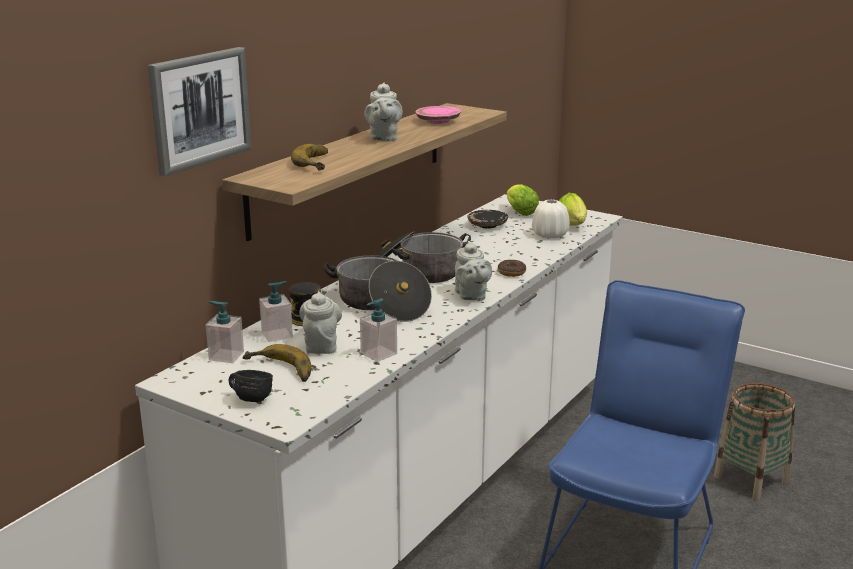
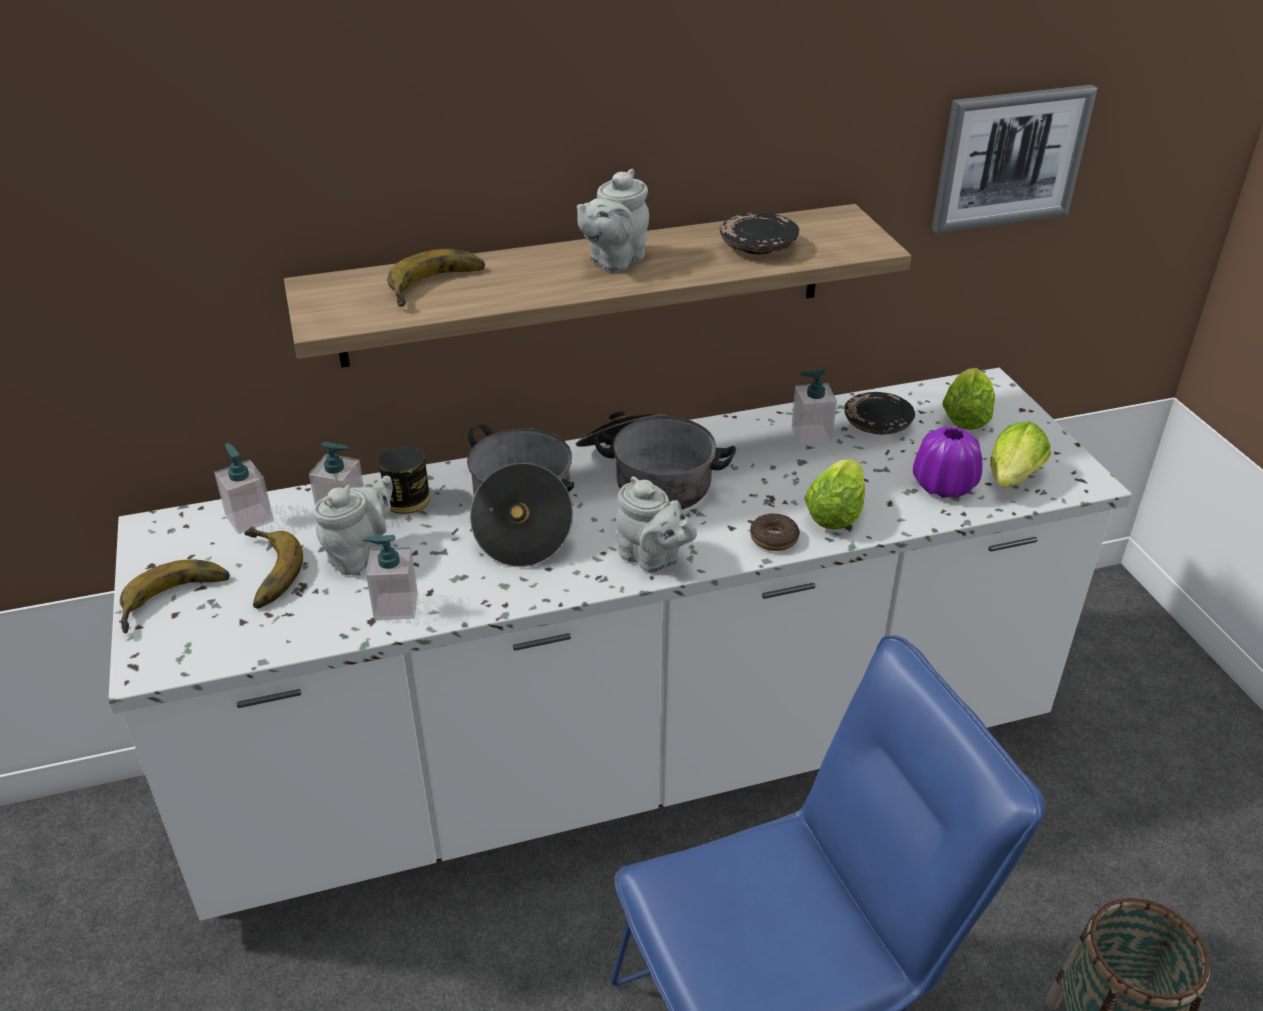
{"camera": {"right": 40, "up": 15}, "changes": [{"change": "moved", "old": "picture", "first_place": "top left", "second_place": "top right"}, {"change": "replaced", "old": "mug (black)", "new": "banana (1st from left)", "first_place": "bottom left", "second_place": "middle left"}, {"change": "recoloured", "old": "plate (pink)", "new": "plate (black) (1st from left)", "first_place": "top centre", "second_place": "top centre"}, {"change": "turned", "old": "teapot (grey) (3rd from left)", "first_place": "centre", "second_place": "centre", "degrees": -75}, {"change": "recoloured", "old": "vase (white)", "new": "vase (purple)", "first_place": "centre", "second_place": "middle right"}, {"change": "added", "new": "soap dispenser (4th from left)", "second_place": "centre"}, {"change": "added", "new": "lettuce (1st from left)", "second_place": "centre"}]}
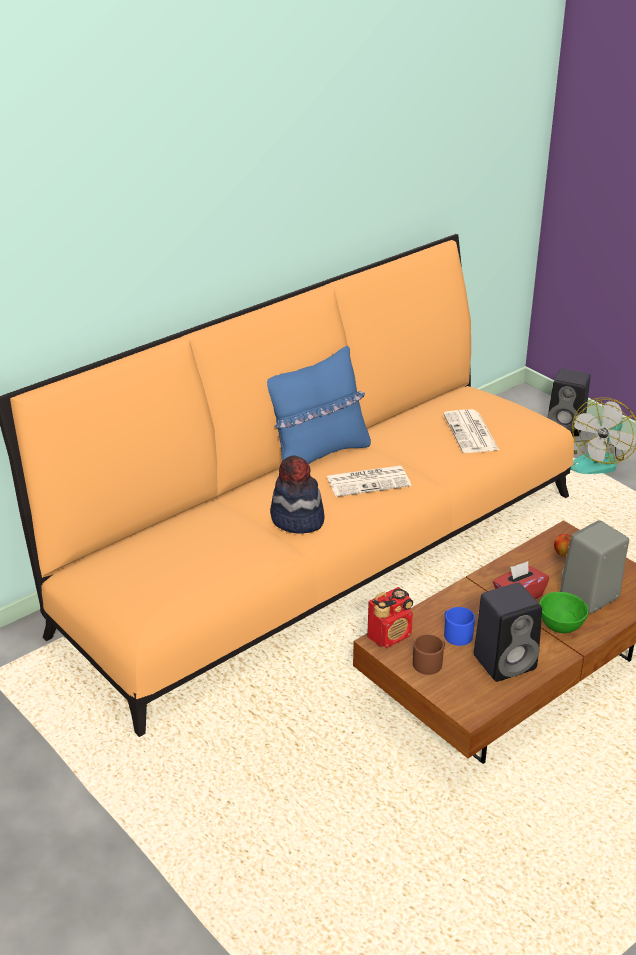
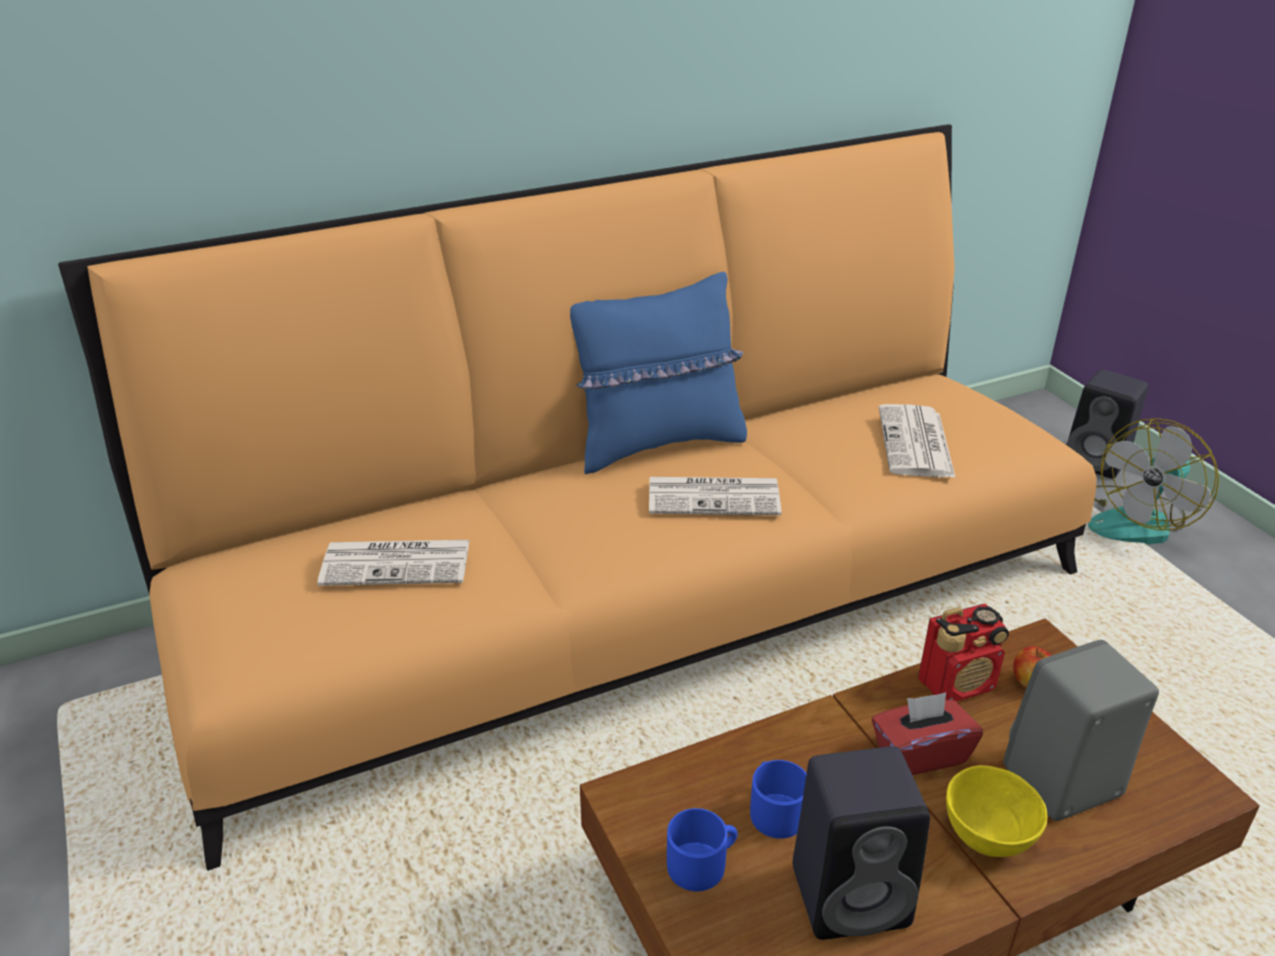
{"camera": {"right": 15, "up": 0}, "changes": [{"change": "removed", "old": "hat", "first_place": "centre"}, {"change": "moved", "old": "radio", "first_place": "centre", "second_place": "bottom right"}, {"change": "recoloured", "old": "mug (brown)", "new": "mug (blue) (1st from left)", "first_place": "bottom right", "second_place": "bottom centre"}, {"change": "recoloured", "old": "bowl (green)", "new": "bowl (yellow)", "first_place": "middle right", "second_place": "bottom right"}, {"change": "added", "new": "newspaper (1st from left)", "second_place": "middle left"}]}
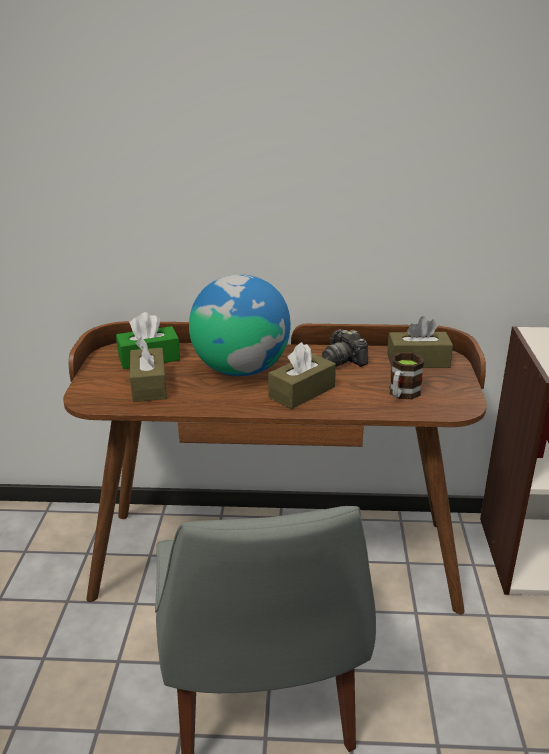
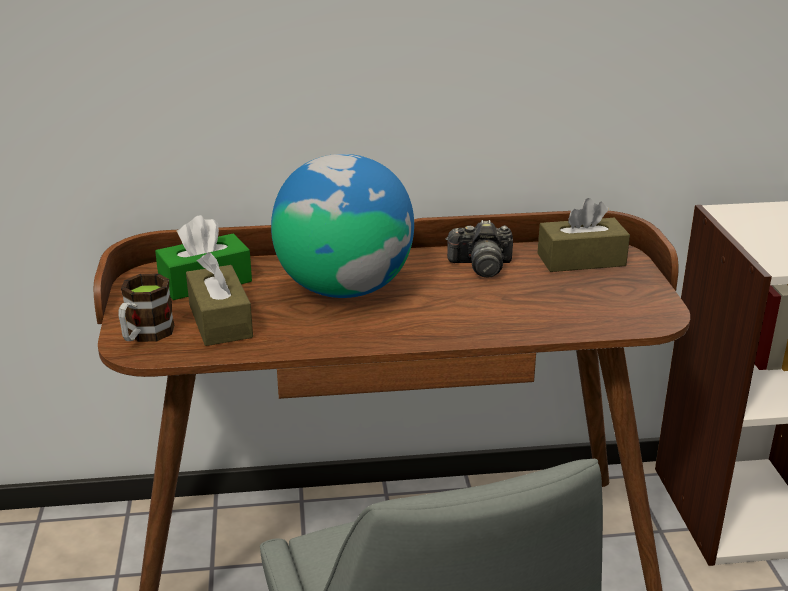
{"camera": {"right": -10, "up": 0}, "changes": [{"change": "removed", "old": "tissue box (brown) (2nd from left)", "first_place": "centre"}, {"change": "turned", "old": "photo camera", "first_place": "centre", "second_place": "centre", "degrees": -45}, {"change": "moved", "old": "mug", "first_place": "middle right", "second_place": "middle left"}]}
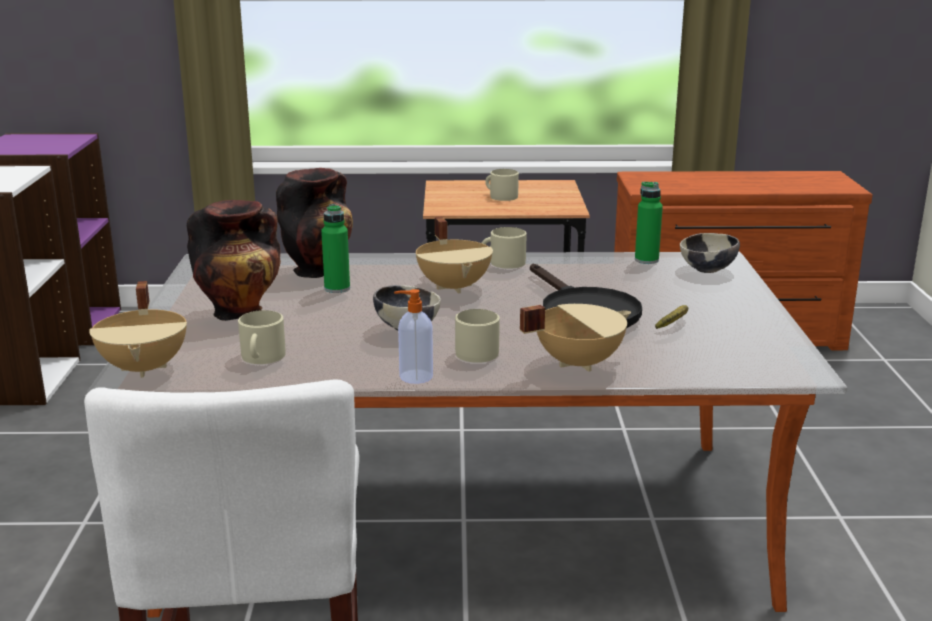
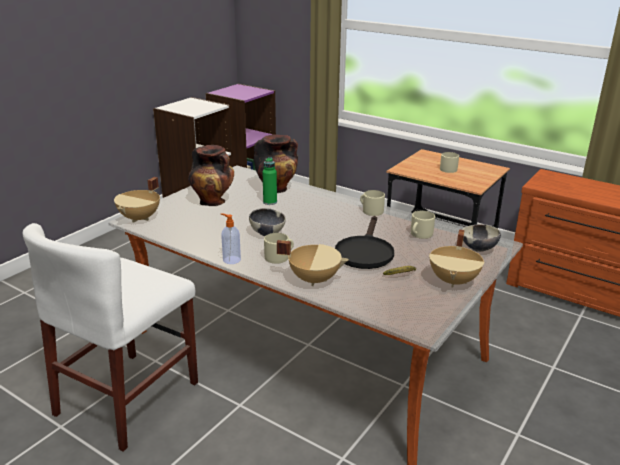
{"camera": {"right": 35, "up": 5}, "changes": [{"change": "moved", "old": "mug (beige) (1st from left in the first image)", "new": "mug (beige) (3rd from left)", "first_place": "middle left", "second_place": "middle right"}, {"change": "moved", "old": "cooking pot (beige) (2nd from left in the first image)", "new": "cooking pot (beige) (3rd from left)", "first_place": "centre", "second_place": "middle right"}, {"change": "removed", "old": "bottle (green) (2nd from left)", "first_place": "middle right"}]}
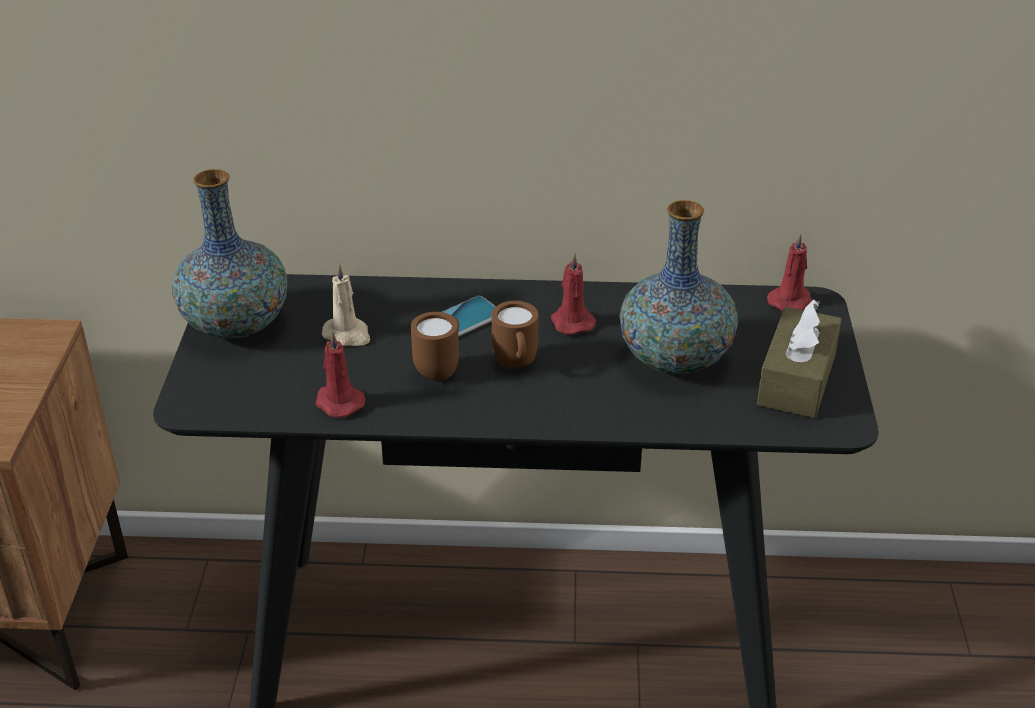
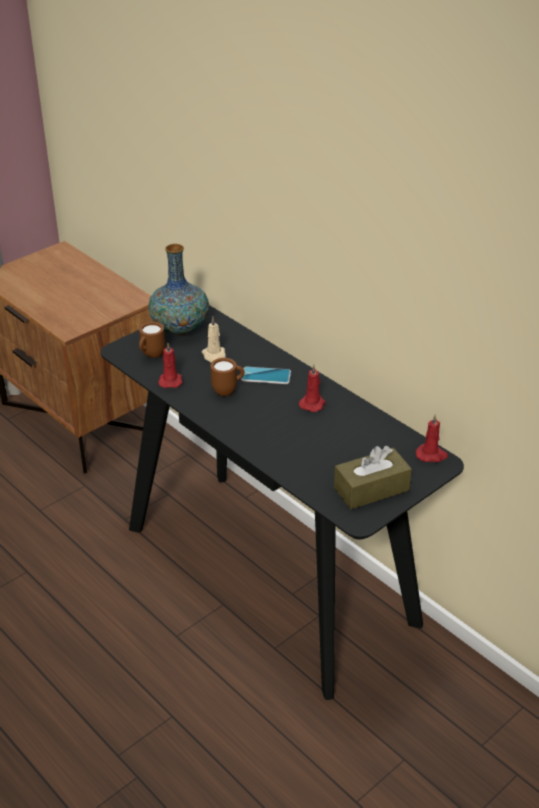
{"camera": {"right": 45, "up": 0}, "changes": [{"change": "moved", "old": "mug (brown) (2nd from left in the first image)", "new": "mug (brown) (1st from left)", "first_place": "centre", "second_place": "middle left"}, {"change": "removed", "old": "vase (2nd from left)", "first_place": "centre"}]}
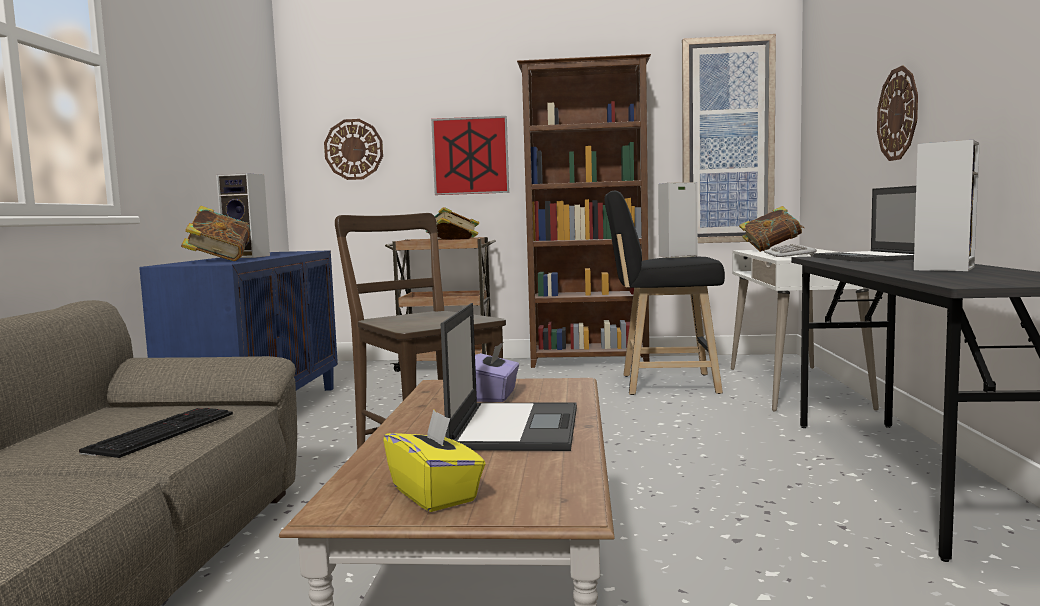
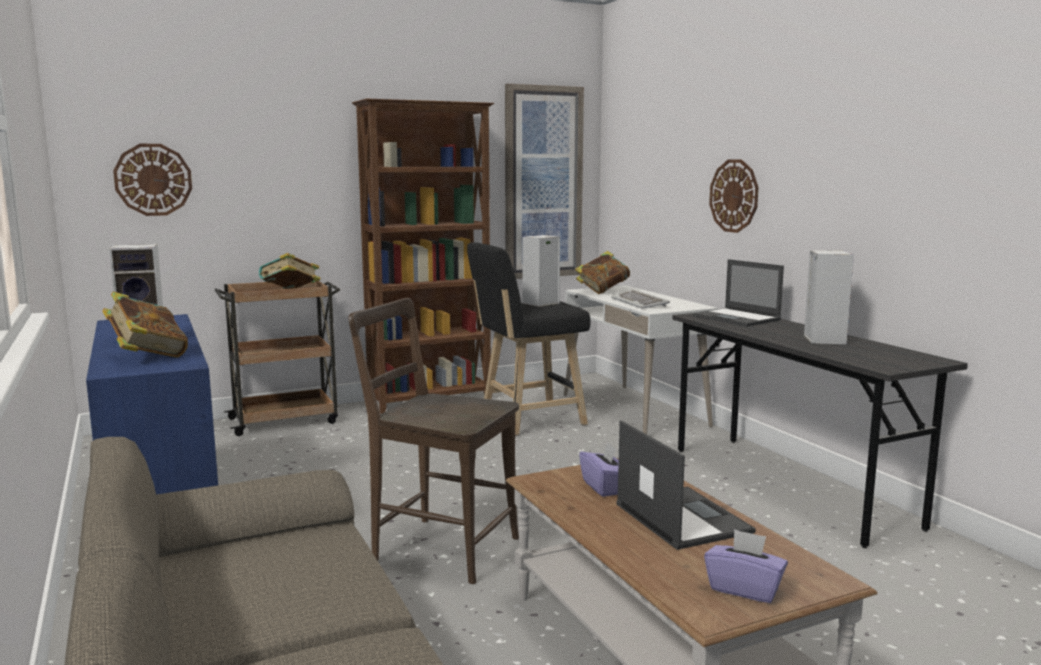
{"camera": {"right": -30, "up": 5}, "changes": [{"change": "removed", "old": "keyboard (1st from left)", "first_place": "bottom left"}, {"change": "recoloured", "old": "tissue box (yellow)", "new": "tissue box (purple) (2nd from left)", "first_place": "bottom centre", "second_place": "bottom right"}, {"change": "removed", "old": "picture (1st from left)", "first_place": "top centre"}]}
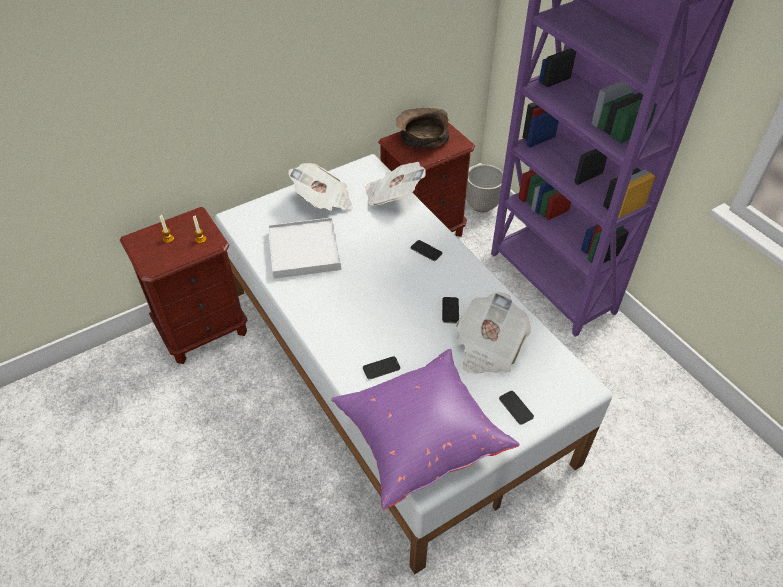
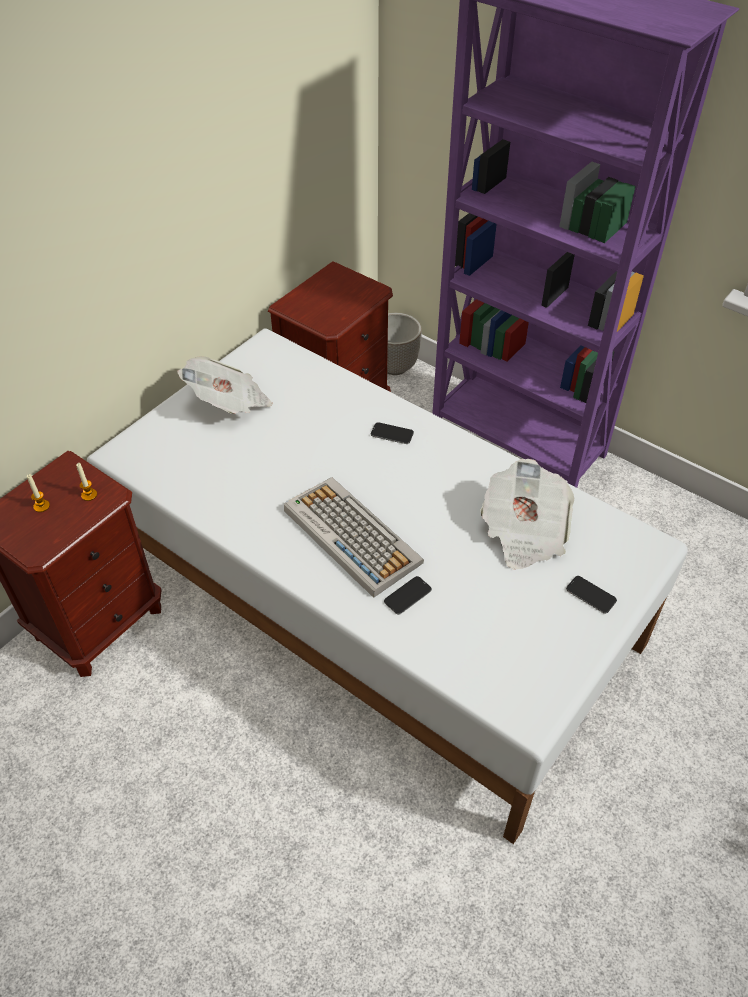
{"camera": {"right": -20, "up": 0}, "changes": [{"change": "removed", "old": "tray (white)", "first_place": "centre"}, {"change": "removed", "old": "pillow (purple)", "first_place": "bottom centre"}, {"change": "removed", "old": "newspaper (2nd from left)", "first_place": "top centre"}, {"change": "removed", "old": "bowl (brown)", "first_place": "top centre"}, {"change": "removed", "old": "phone (3rd from left)", "first_place": "centre"}, {"change": "added", "new": "keyboard", "second_place": "centre"}]}
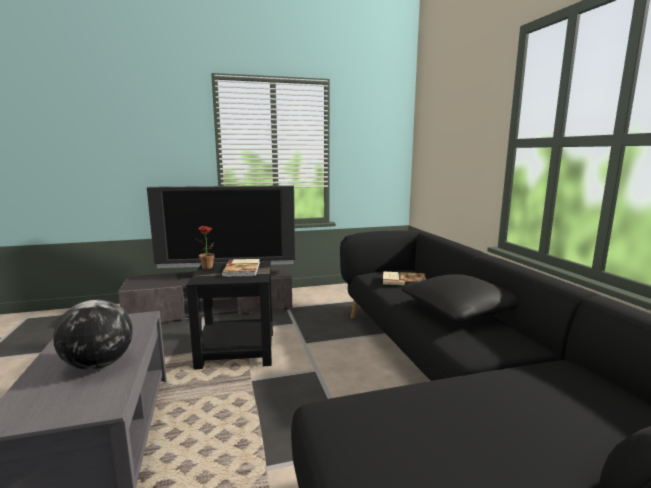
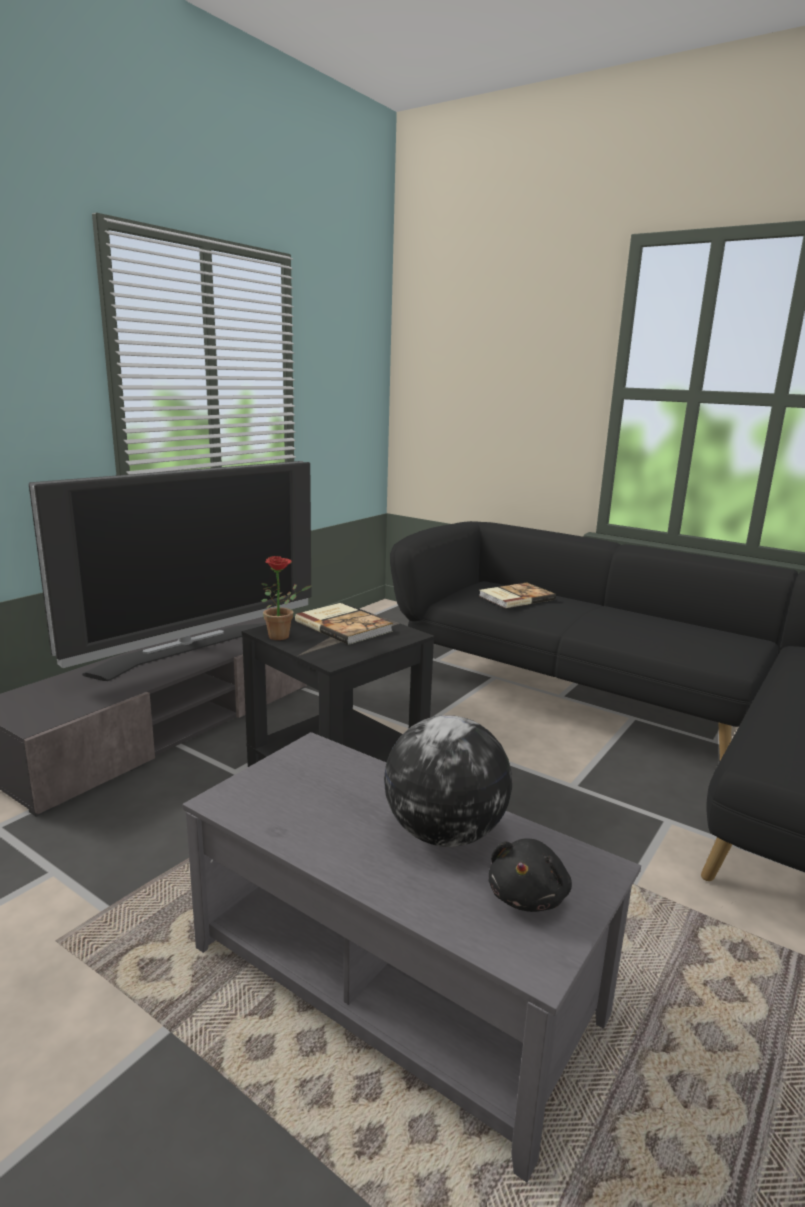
{"camera": {"right": -40, "up": 5}, "changes": [{"change": "removed", "old": "pillow (black)", "first_place": "middle right"}, {"change": "added", "new": "plush toy (black)", "second_place": "bottom centre"}]}
